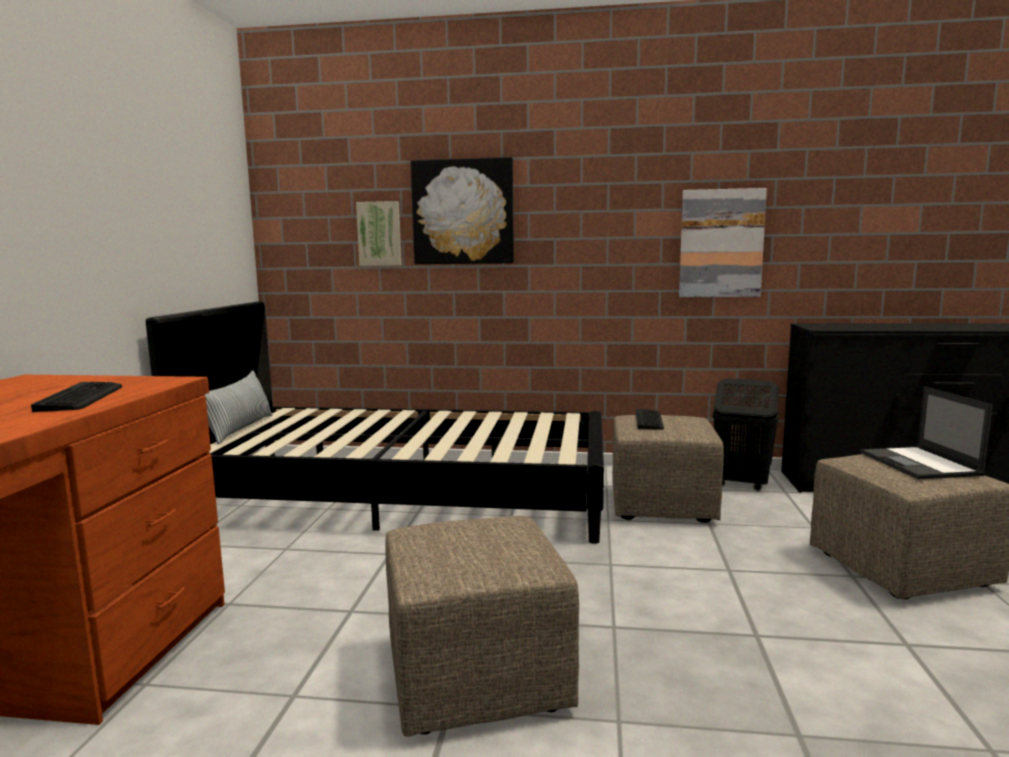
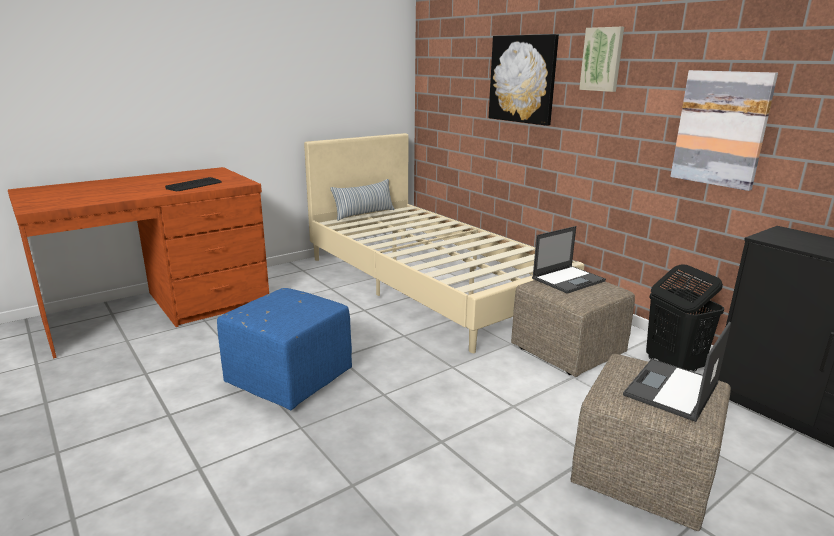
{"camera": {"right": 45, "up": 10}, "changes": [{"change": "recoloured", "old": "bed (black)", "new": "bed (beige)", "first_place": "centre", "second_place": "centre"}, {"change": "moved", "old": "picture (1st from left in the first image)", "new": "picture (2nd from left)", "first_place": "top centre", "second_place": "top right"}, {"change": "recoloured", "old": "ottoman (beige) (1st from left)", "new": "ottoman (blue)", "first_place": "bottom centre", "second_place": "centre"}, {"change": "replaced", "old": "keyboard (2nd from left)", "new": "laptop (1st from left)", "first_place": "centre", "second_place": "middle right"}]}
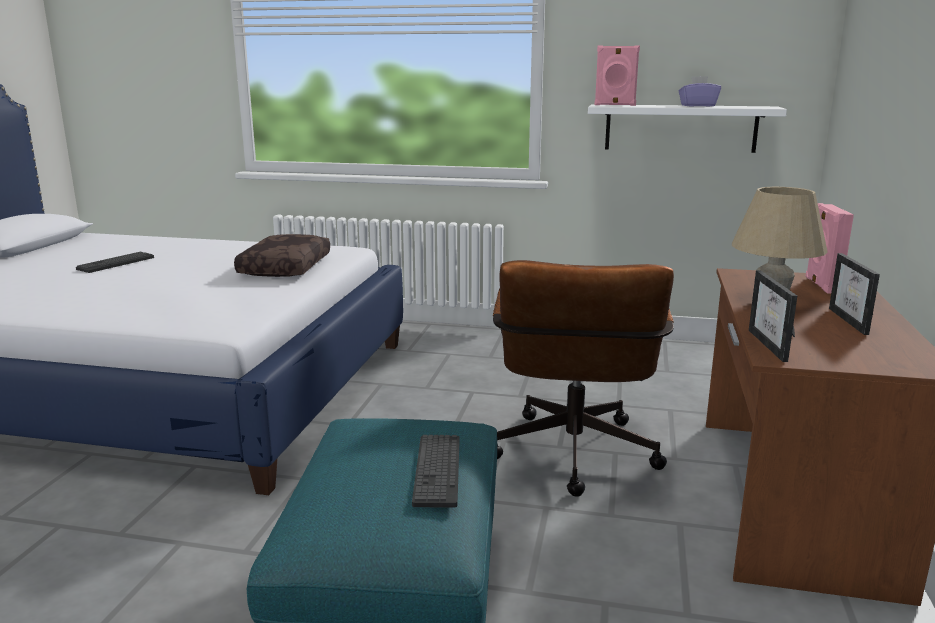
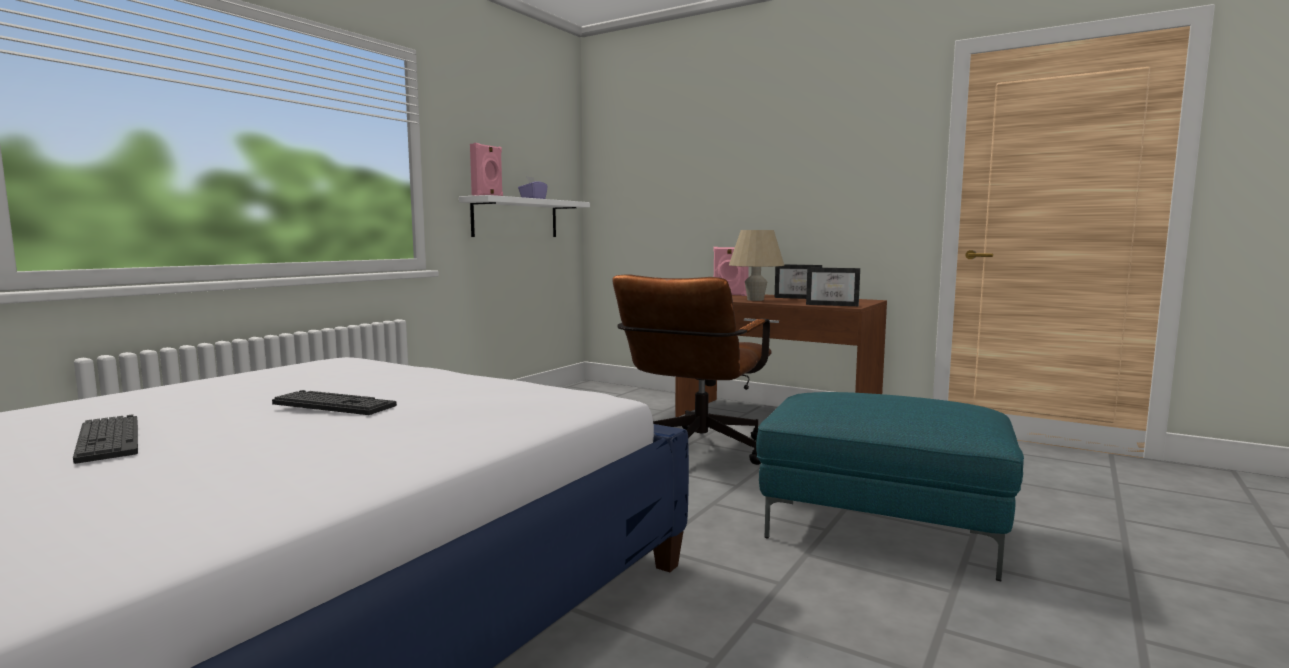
{"camera": {"right": -70, "up": -10}, "changes": [{"change": "removed", "old": "pillow (brown)", "first_place": "middle left"}, {"change": "moved", "old": "keyboard (2nd from left)", "first_place": "bottom centre", "second_place": "middle left"}, {"change": "turned", "old": "office chair (brown)", "first_place": "centre", "second_place": "centre", "degrees": 90}]}
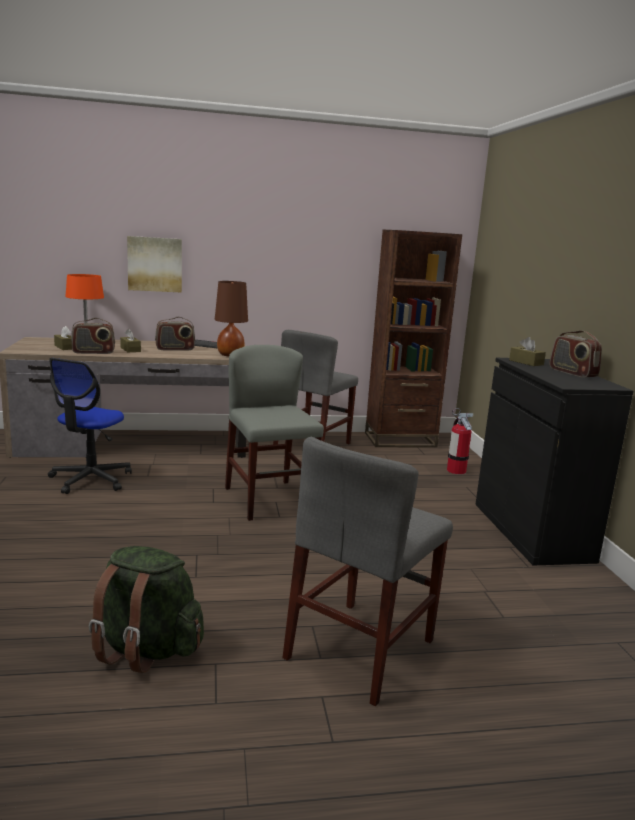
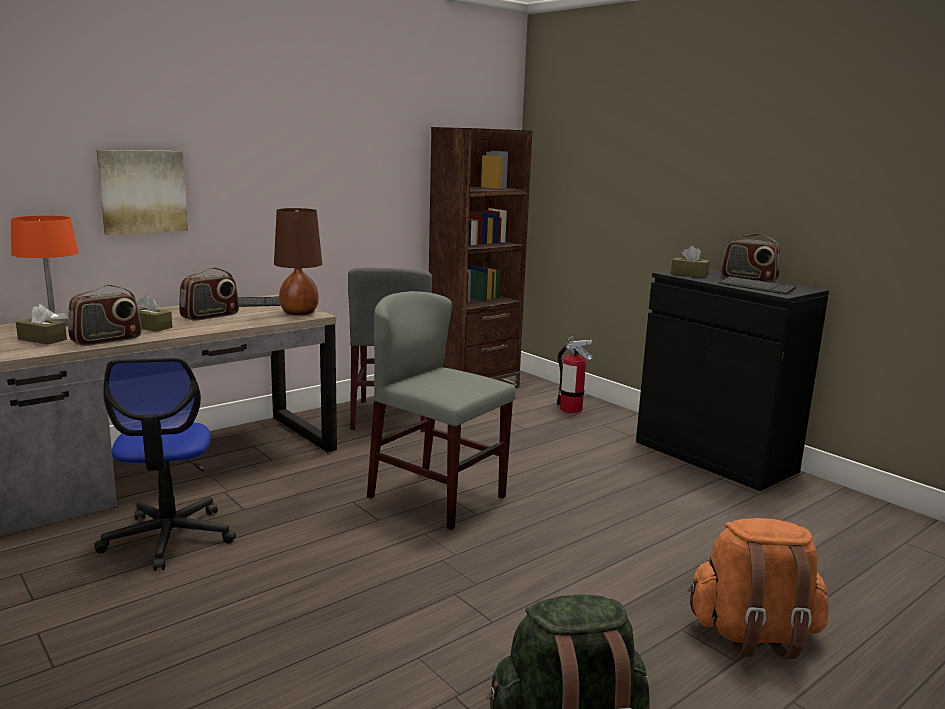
{"camera": {"right": -30, "up": 0}, "changes": [{"change": "replaced", "old": "chair (grey) (3rd from left)", "new": "backpack (orange)", "first_place": "bottom centre", "second_place": "bottom right"}, {"change": "added", "new": "keyboard (2nd from left)", "second_place": "middle right"}]}
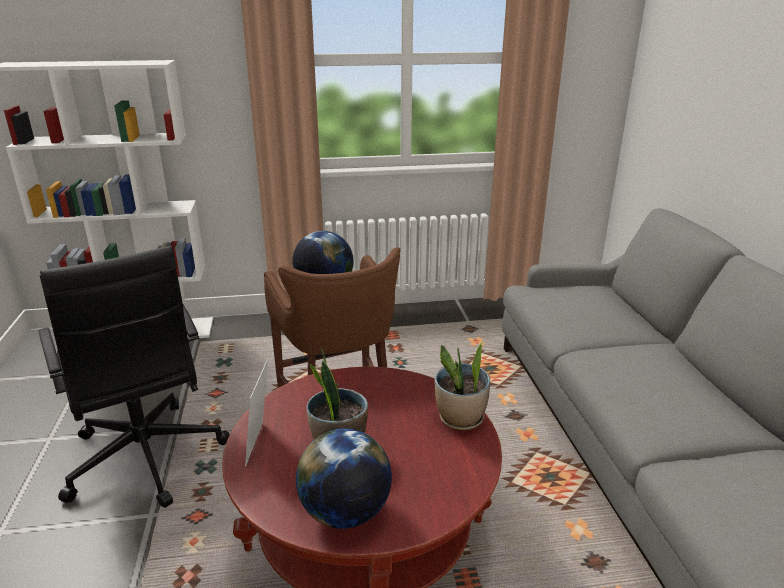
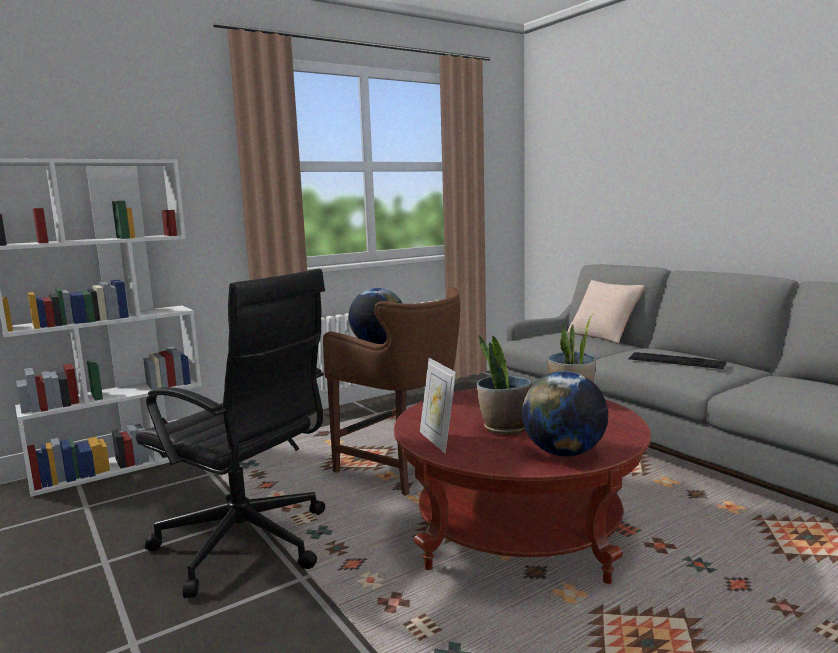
{"camera": {"right": -25, "up": -15}, "changes": [{"change": "added", "new": "pillow (beige)", "second_place": "middle right"}, {"change": "added", "new": "keyboard", "second_place": "middle right"}]}
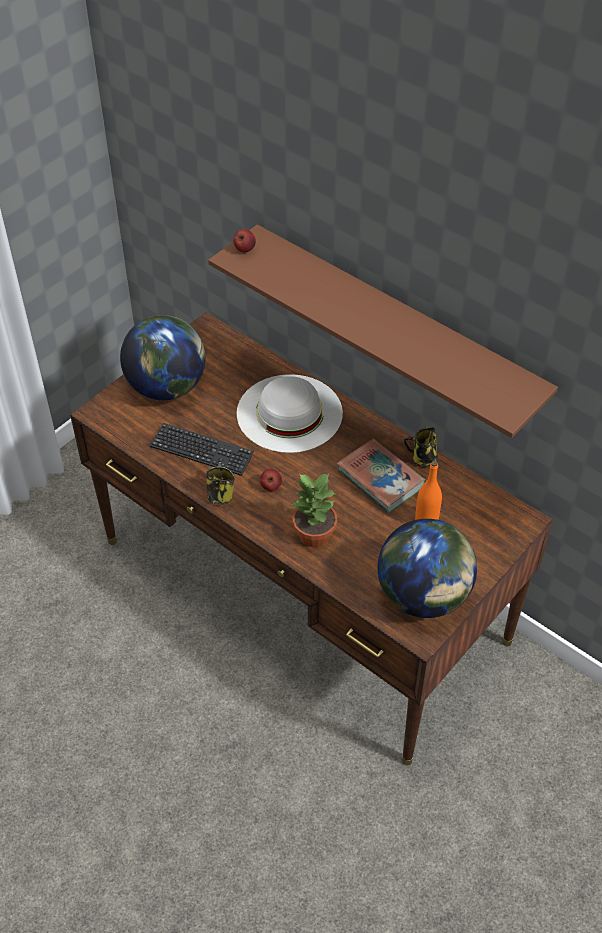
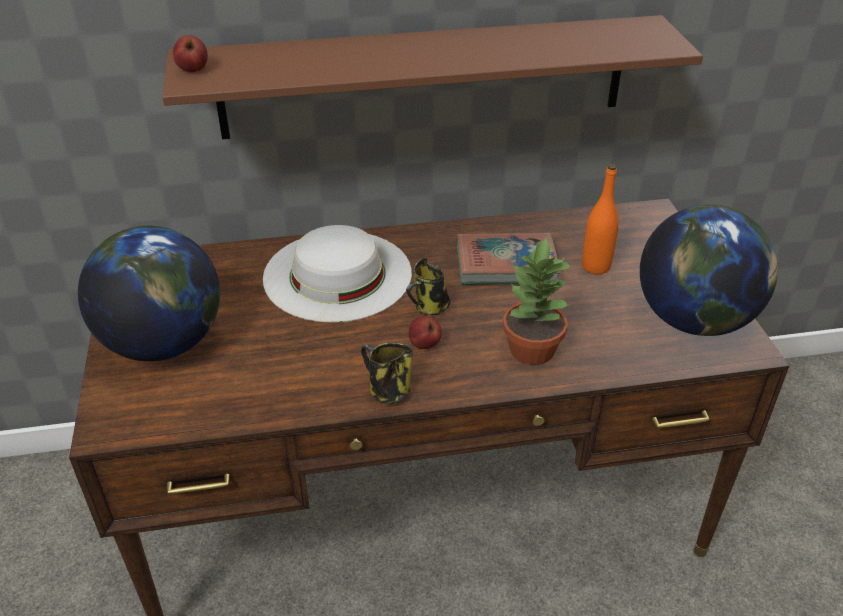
{"camera": {"right": -50, "up": -10}, "changes": [{"change": "removed", "old": "keyboard", "first_place": "centre"}, {"change": "moved", "old": "mug (2nd from left)", "first_place": "middle right", "second_place": "centre"}]}
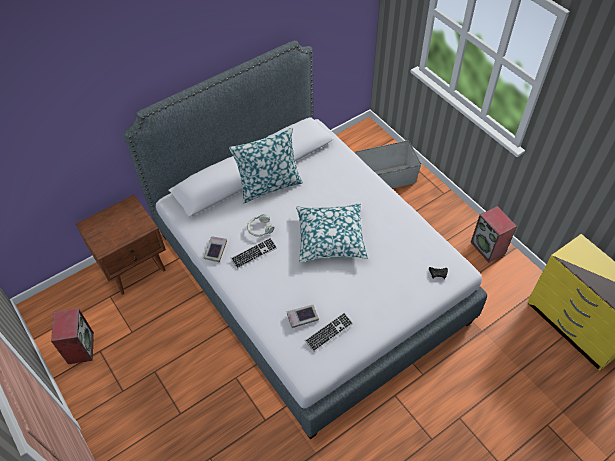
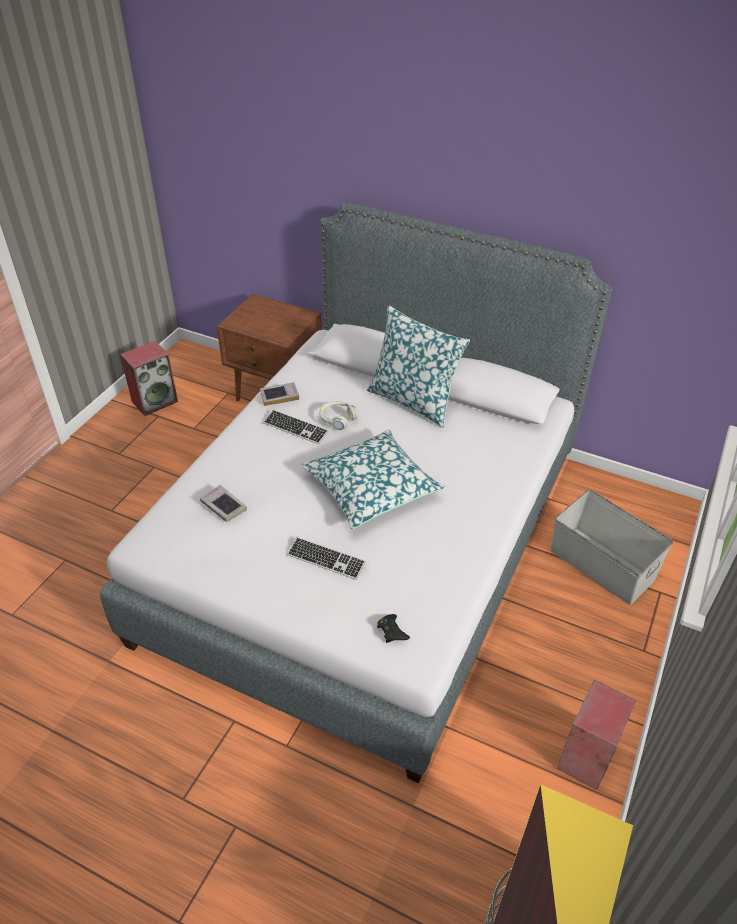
{"camera": {"right": 60, "up": -10}, "changes": [{"change": "moved", "old": "keyboard (2nd from left)", "first_place": "bottom centre", "second_place": "centre"}]}
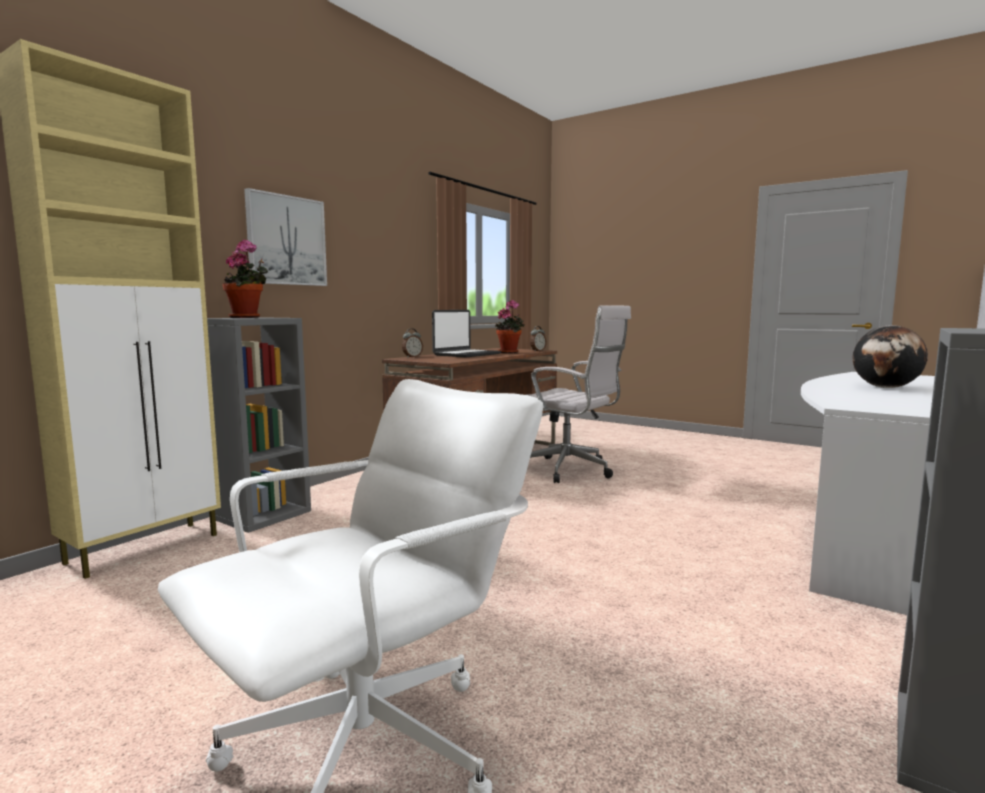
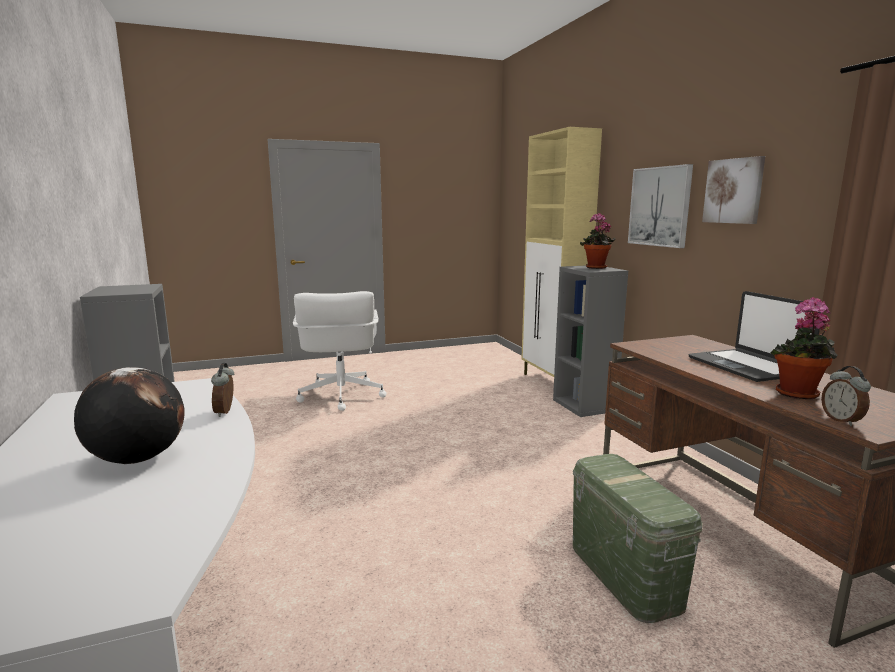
{"camera": {"right": 125, "up": 5}, "changes": [{"change": "moved", "old": "alarm clock (1st from left)", "first_place": "centre", "second_place": "middle left"}, {"change": "replaced", "old": "office chair (white) (2nd from left)", "new": "storage box (green)", "first_place": "centre", "second_place": "bottom right"}, {"change": "added", "new": "picture (2nd from left)", "second_place": "top right"}]}
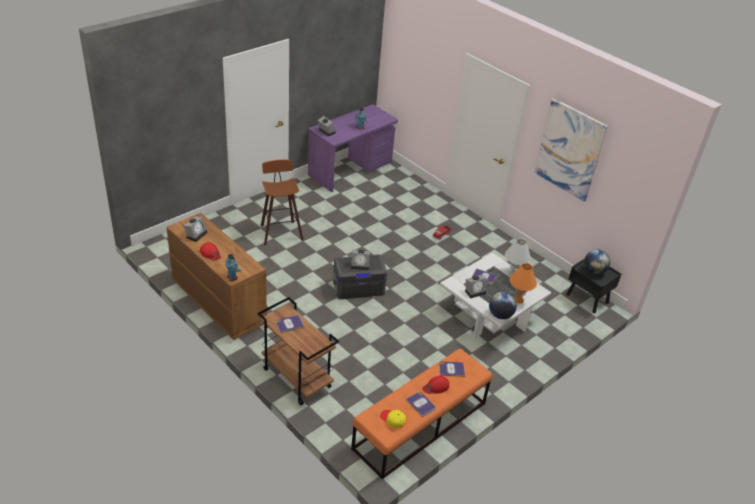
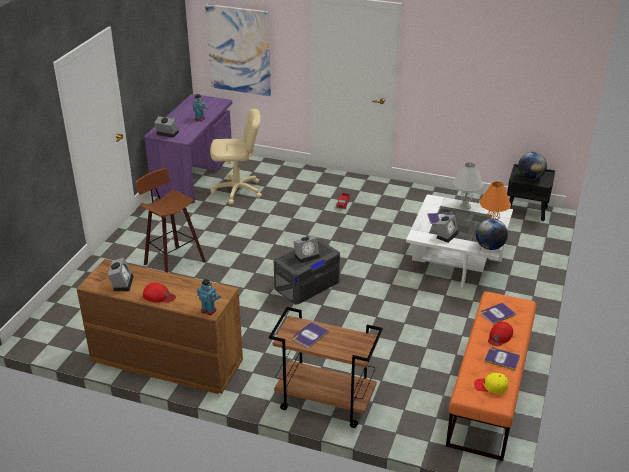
{"camera": {"right": -25, "up": -5}, "changes": [{"change": "moved", "old": "picture", "first_place": "top right", "second_place": "top centre"}, {"change": "added", "new": "office chair (beige)", "second_place": "top centre"}]}
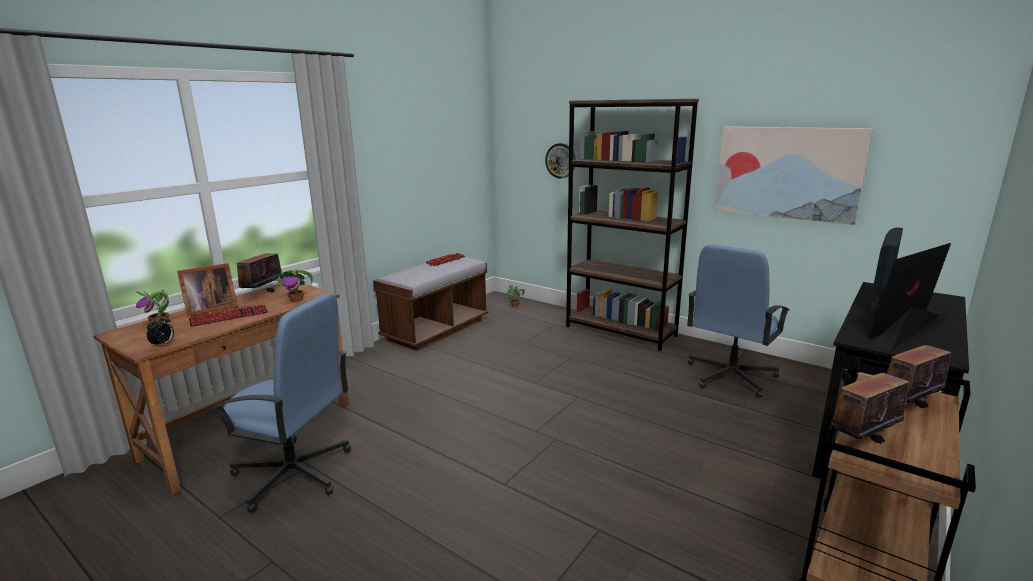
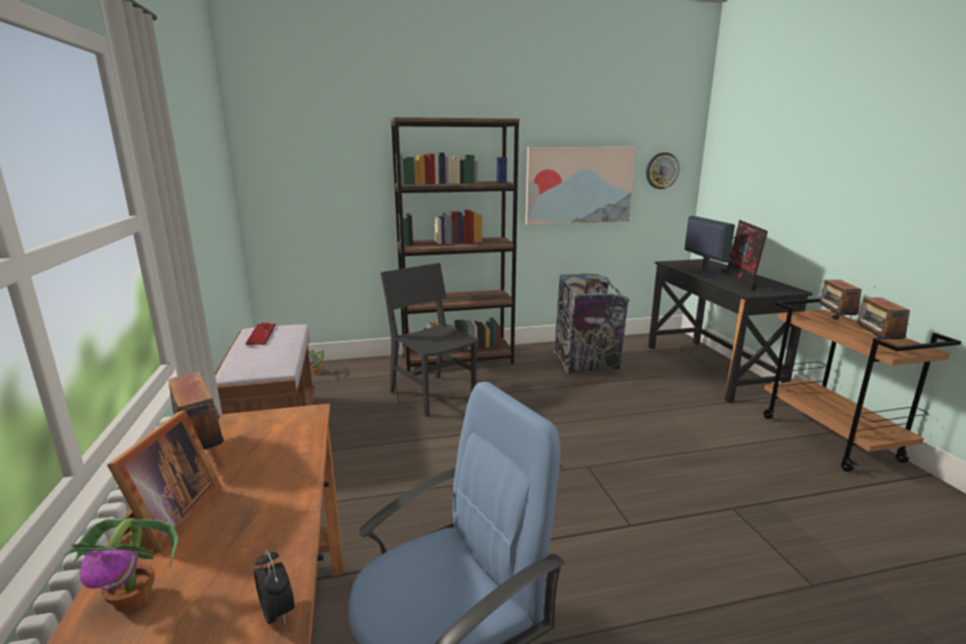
{"camera": {"right": -50, "up": 0}, "changes": [{"change": "removed", "old": "keyboard (1st from left)", "first_place": "middle left"}, {"change": "removed", "old": "potted plant (2nd from left)", "first_place": "middle left"}, {"change": "moved", "old": "wall clock", "first_place": "top centre", "second_place": "top right"}, {"change": "replaced", "old": "office chair (blue) (2nd from left)", "new": "trash can", "first_place": "middle right", "second_place": "centre"}, {"change": "added", "new": "chair (black)", "second_place": "centre"}]}
